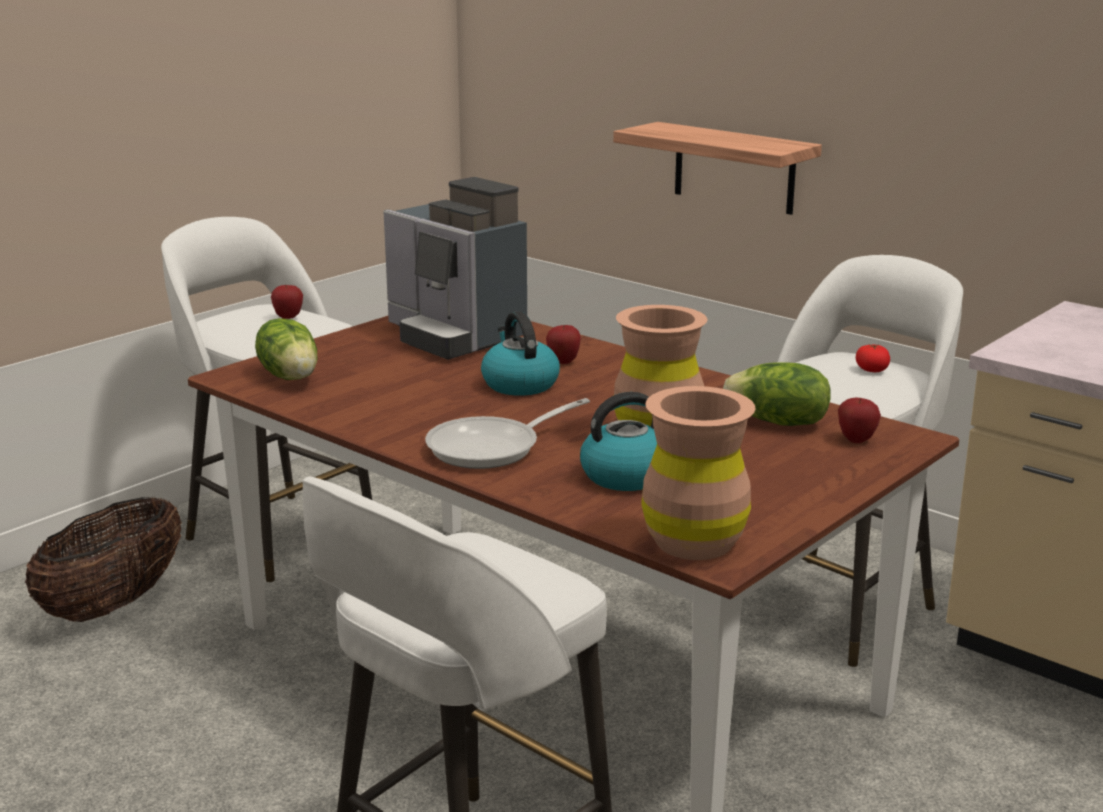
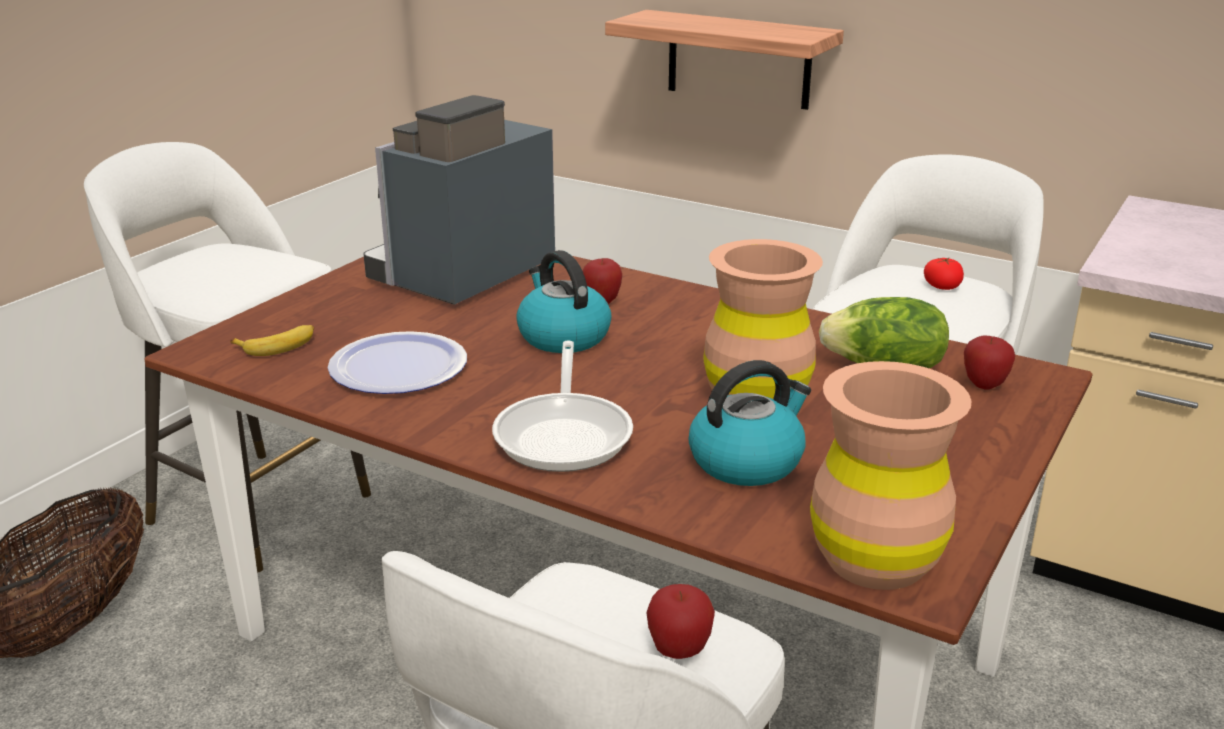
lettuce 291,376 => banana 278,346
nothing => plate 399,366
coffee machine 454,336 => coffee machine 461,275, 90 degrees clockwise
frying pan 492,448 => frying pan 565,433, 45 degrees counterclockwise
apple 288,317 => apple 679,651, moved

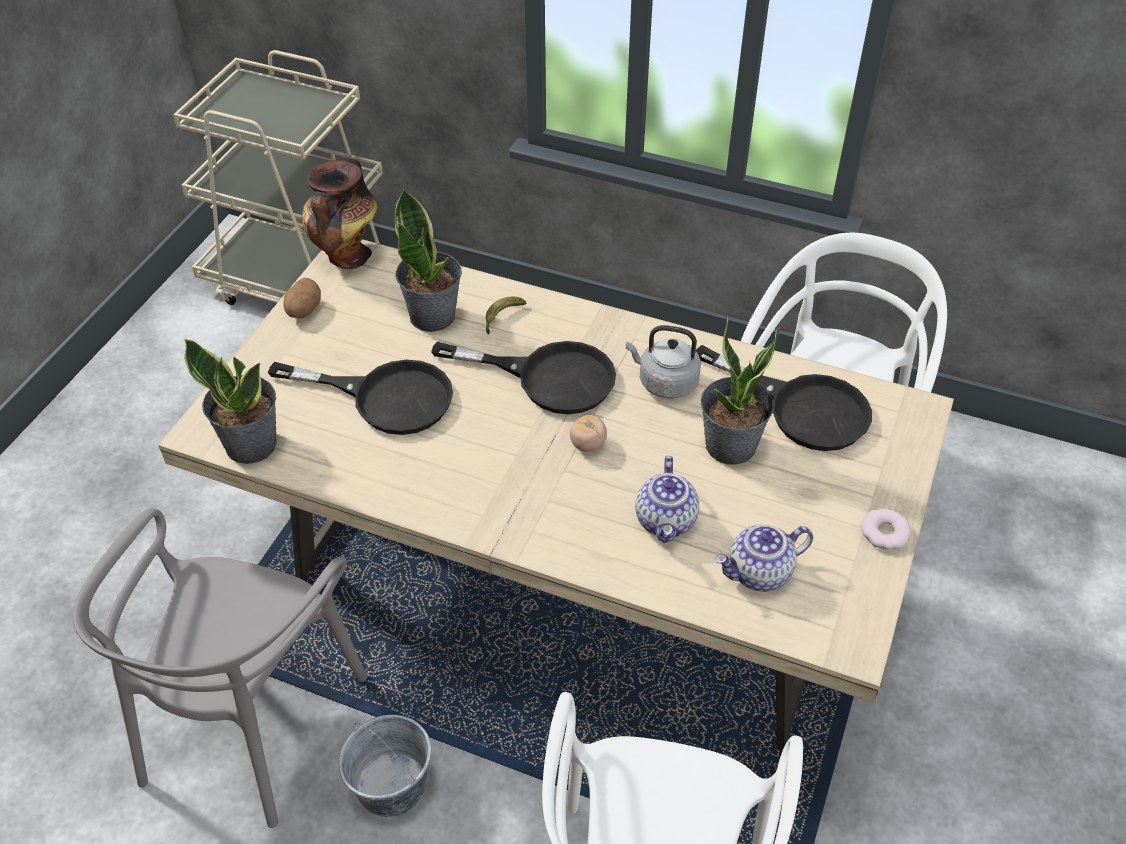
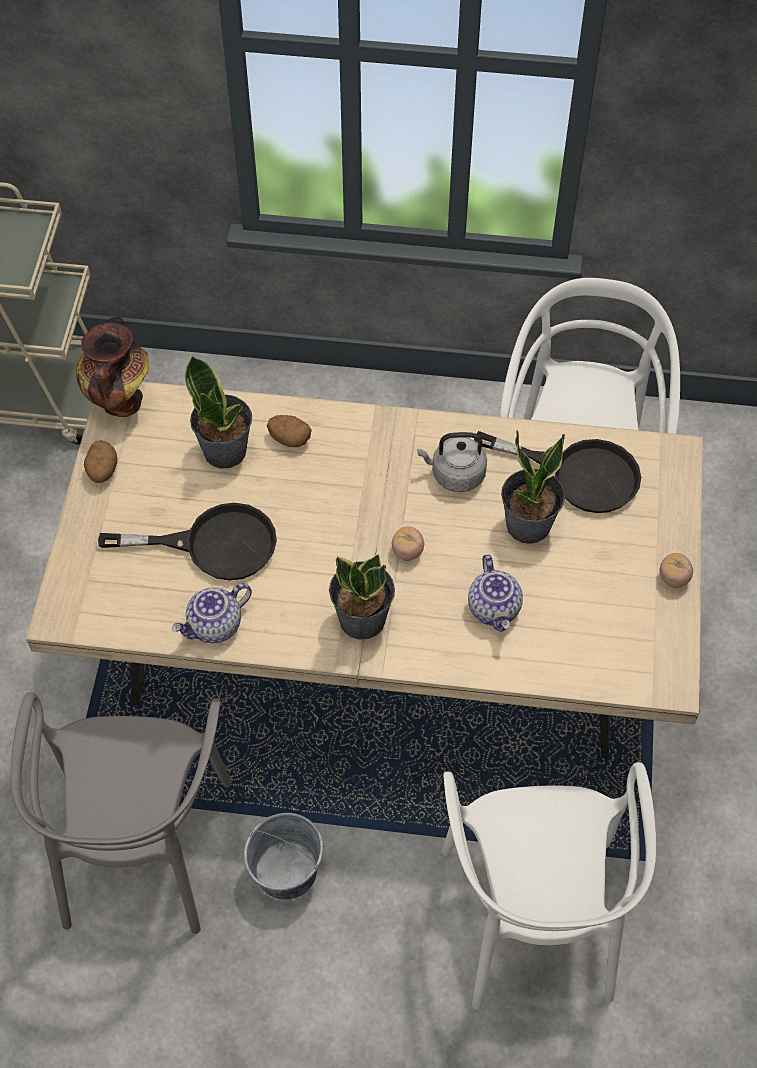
teapot 759,573 => teapot 215,626, moved
banana 502,317 => potato 289,439
potted plant 251,444 => potted plant 362,618, moved
donut 884,533 => tomato 673,578
frying pan in black 548,377 => nothing

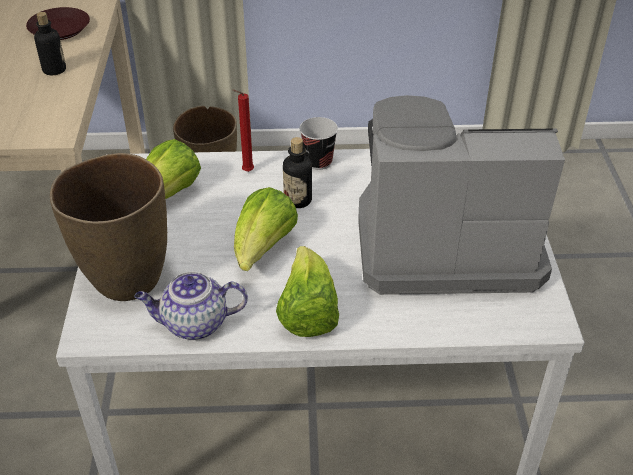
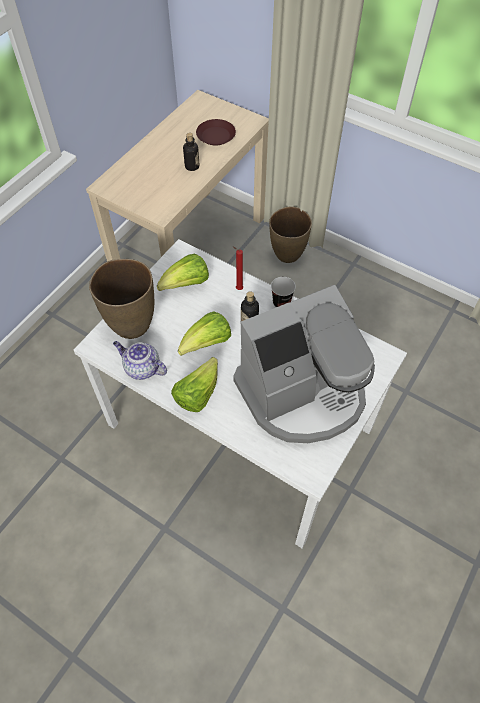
coffee machine 443,242 => coffee machine 302,393, 120 degrees clockwise

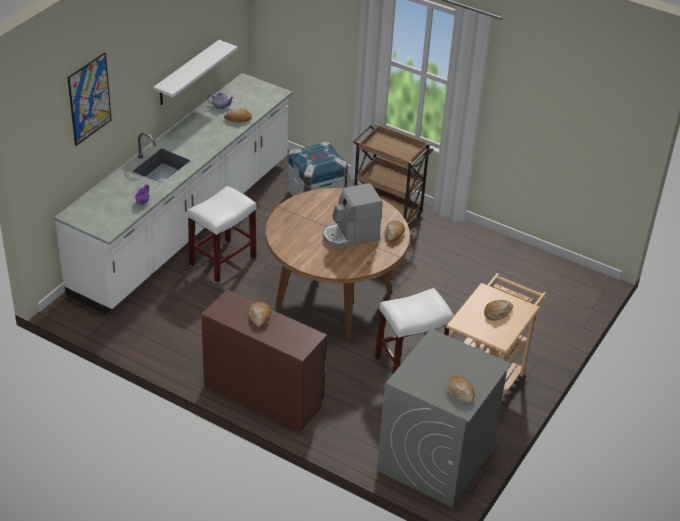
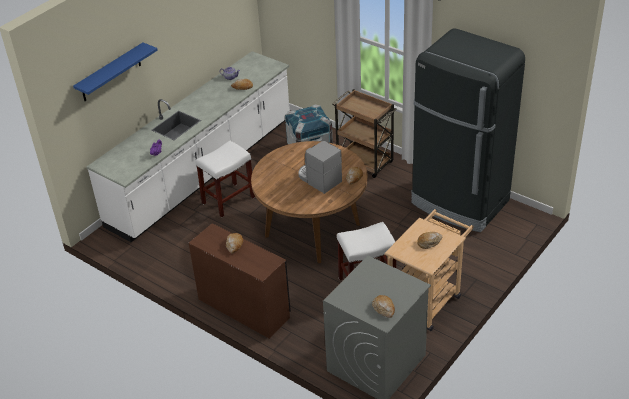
picture 89,99 => shelf in blue 111,73
coffee machine 350,235 => coffee machine 318,179, 60 degrees clockwise
nothing => fridge in black 459,203
shelf in white 187,73 => nothing

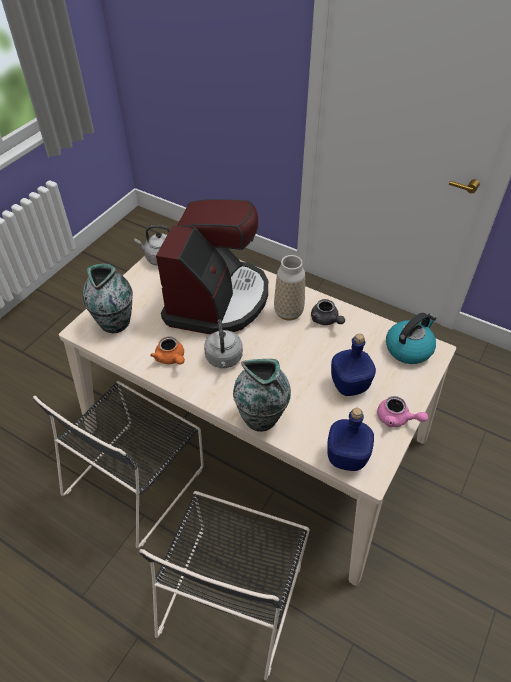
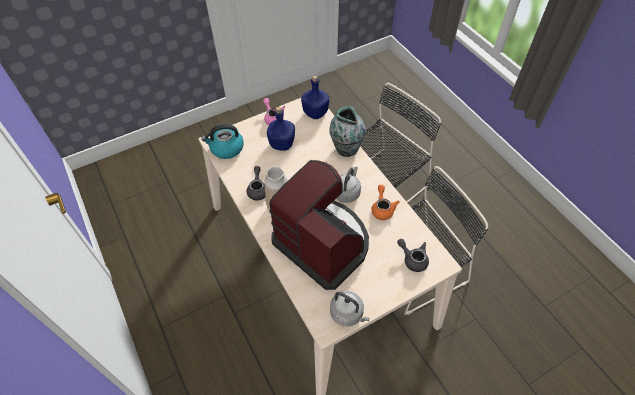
coffee machine 217,299 => coffee machine 323,243, 90 degrees clockwise
vase 115,322 => teapot in grey 413,259

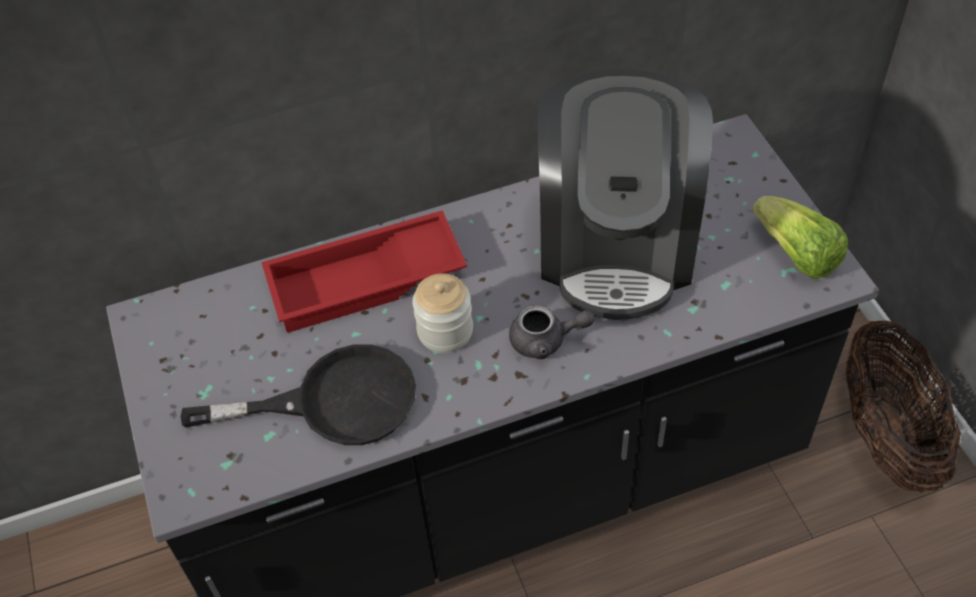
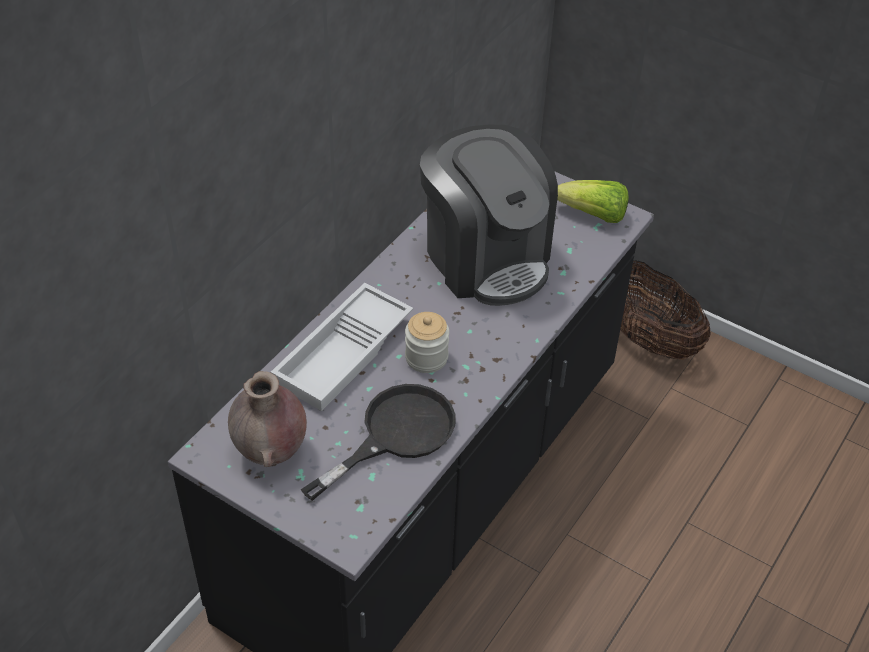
nothing => vase in brown 271,452
tray in red 365,283 => tray in white 345,355
teapot in grey 546,341 => nothing

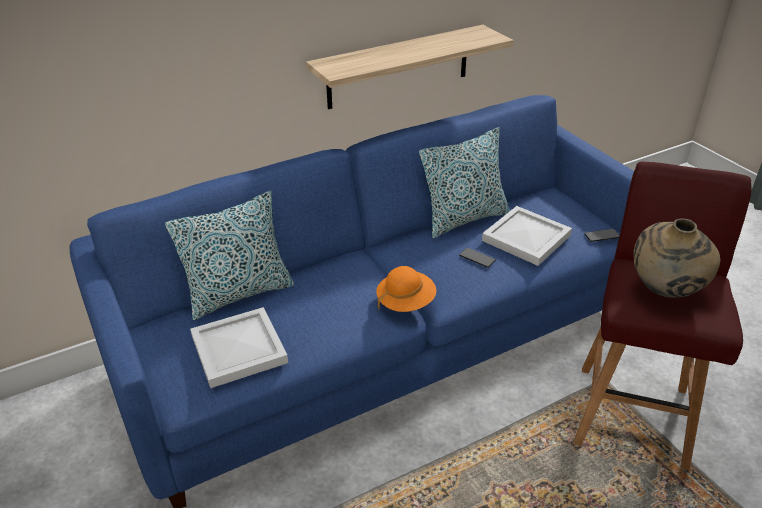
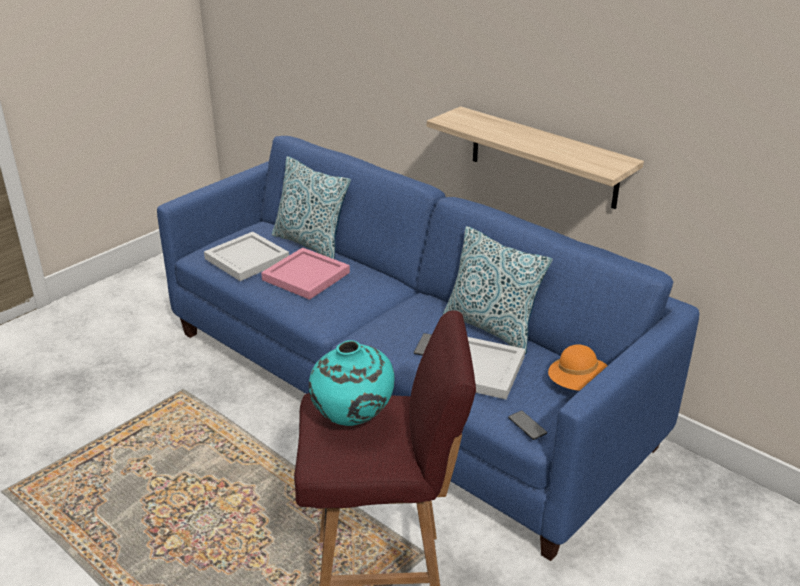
nothing => tray in pink 306,277
vase in beige 665,291 => vase in turquoise 352,420
hat in orange 405,302 => hat in orange 578,385, moved

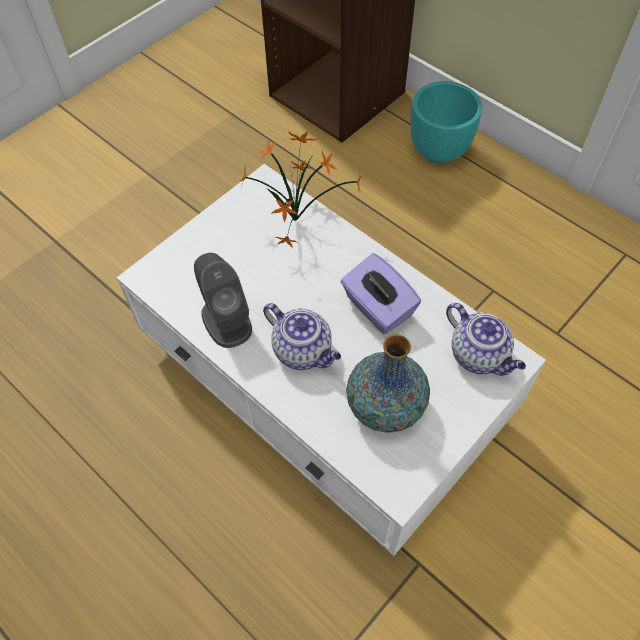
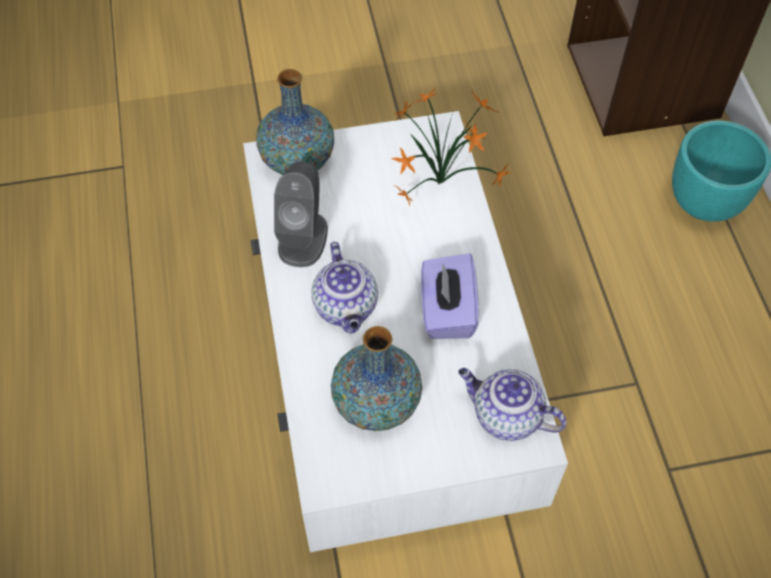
nothing => vase 297,160
teapot 479,355 => teapot 505,416, 120 degrees clockwise

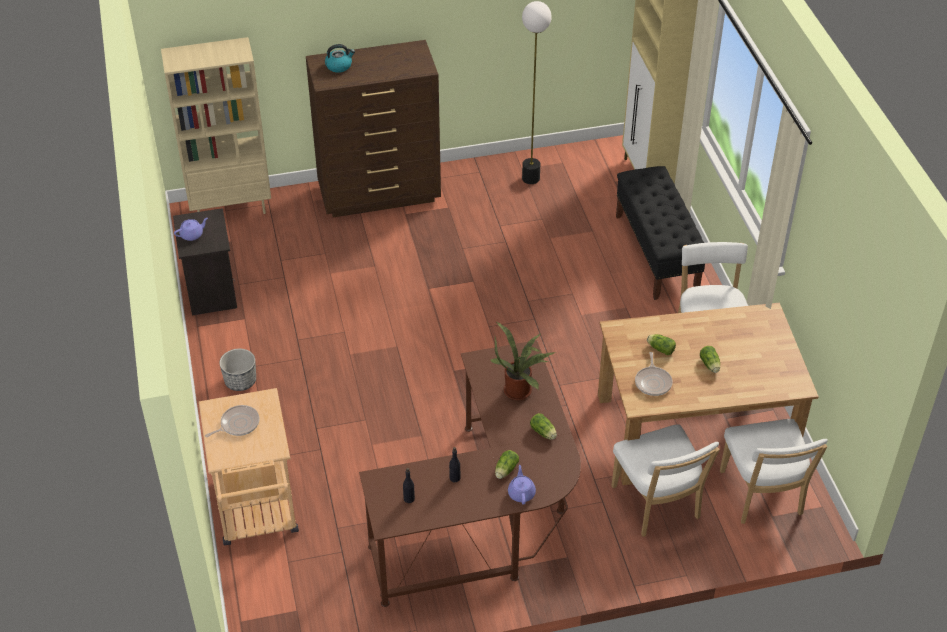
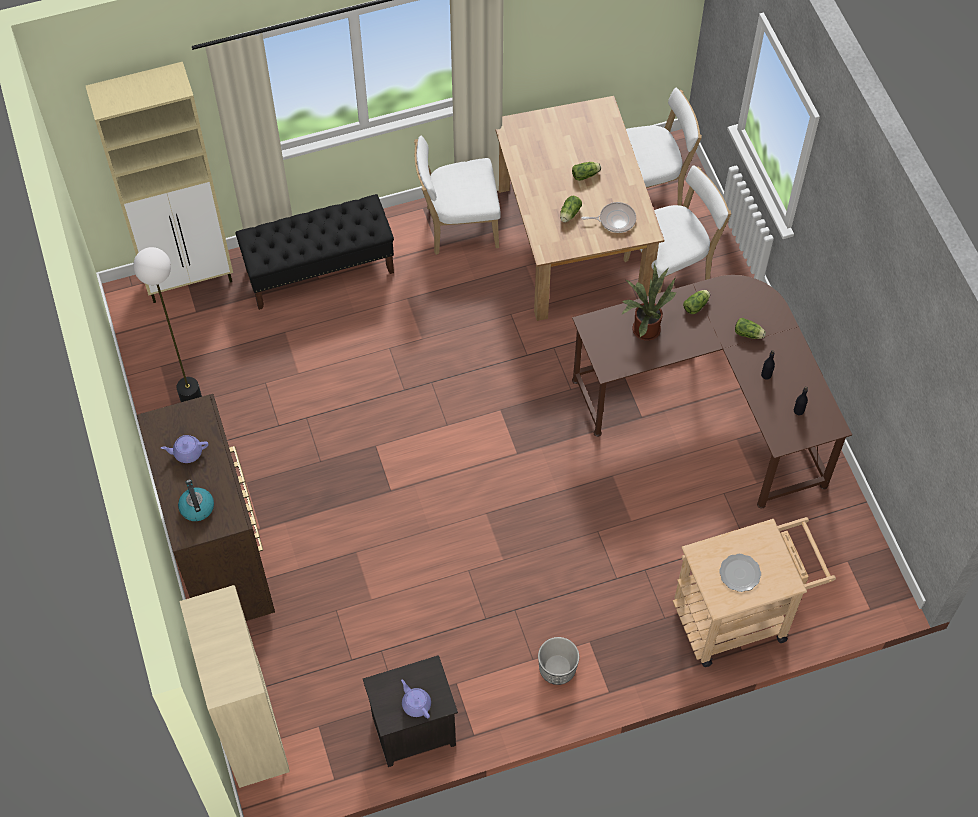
teapot in purple 521,493 => teapot in purple 187,453, moved
frying pan 238,424 => plate 739,574

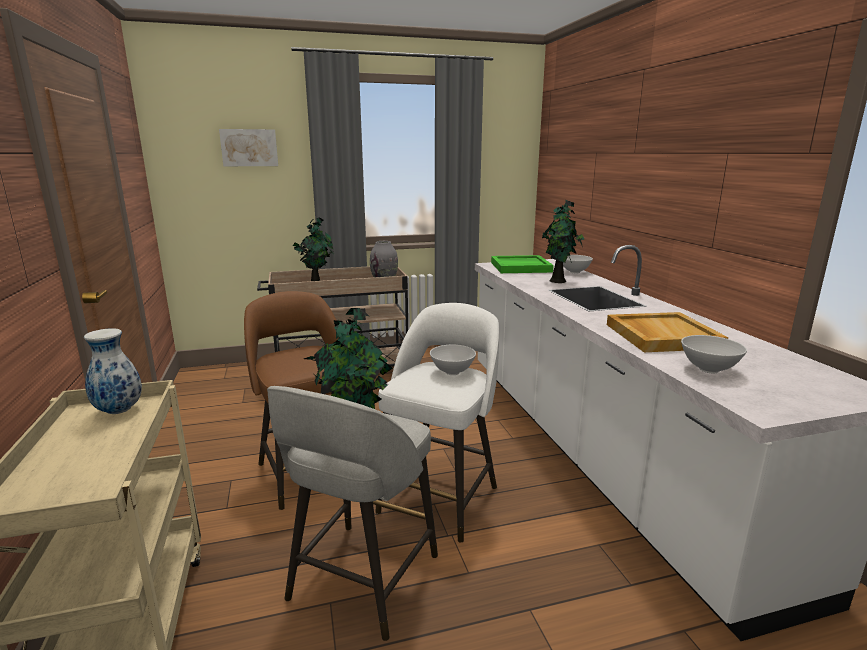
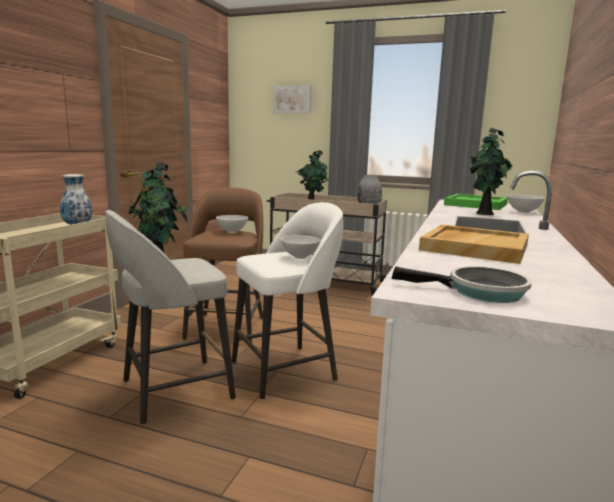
bowl in white 708,369 => bowl in white 232,232, moved
nothing => frying pan 479,292

